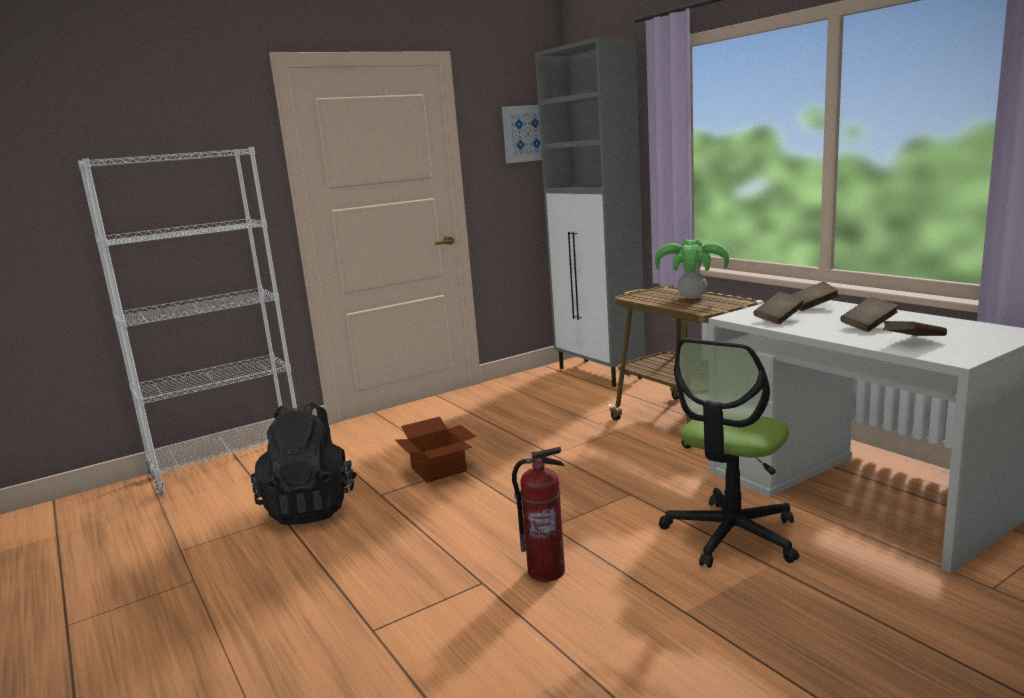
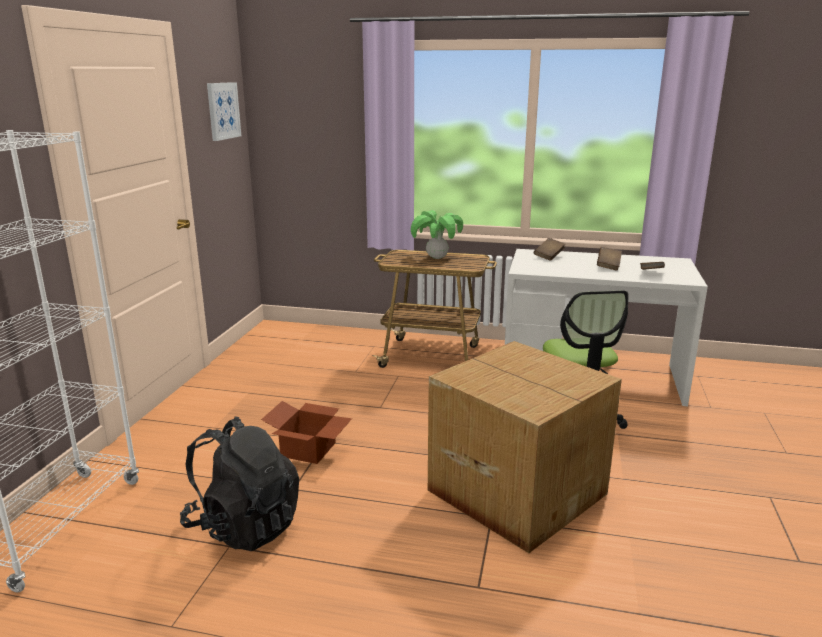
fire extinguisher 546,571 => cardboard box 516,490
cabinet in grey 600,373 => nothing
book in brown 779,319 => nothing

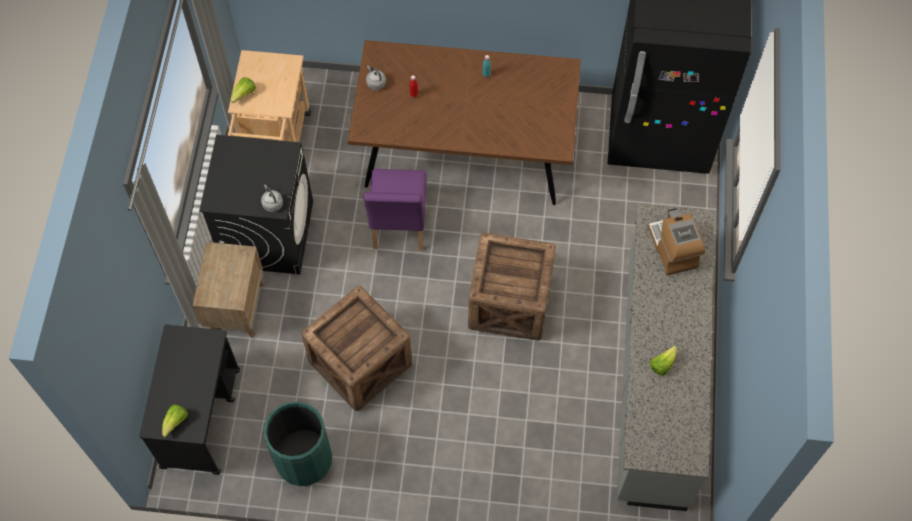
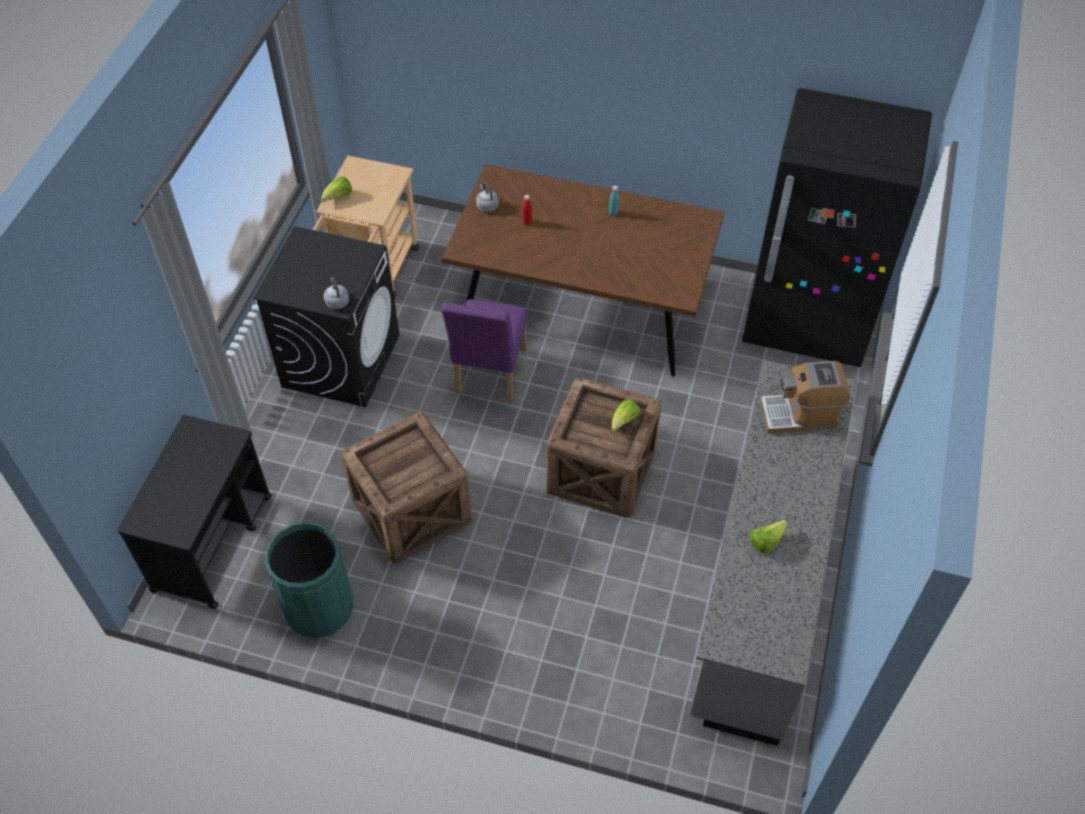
lettuce 175,422 => lettuce 624,421, moved
coffee machine 673,248 => coffee machine 800,414, 90 degrees counterclockwise
nightstand in brown 235,306 => nothing

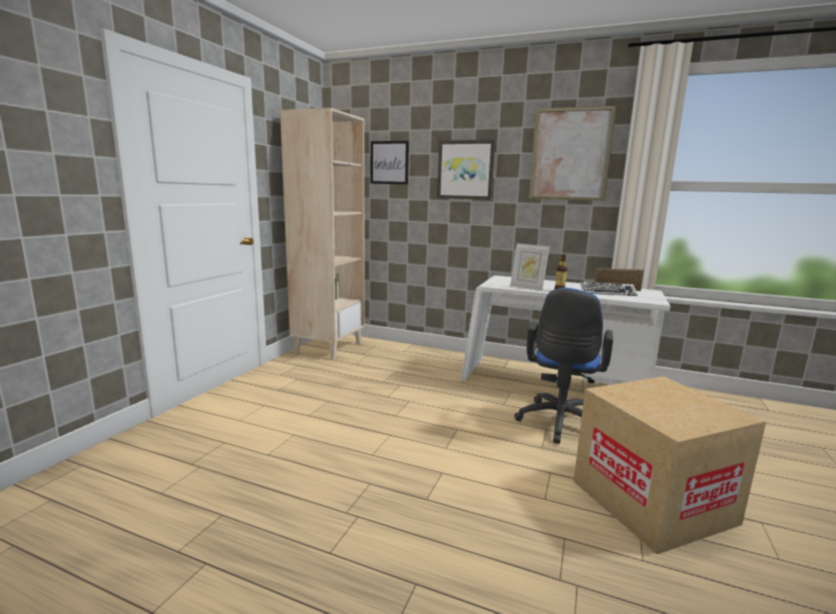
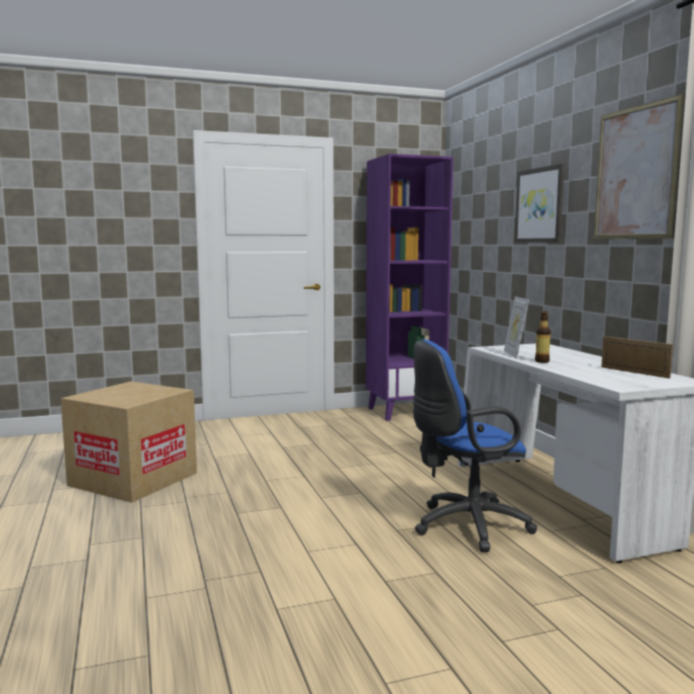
cardboard box 652,501 => cardboard box 133,479, moved
bookcase in beige 328,348 => bookcase in purple 405,411
picture 389,162 => nothing
keyboard 607,292 => nothing

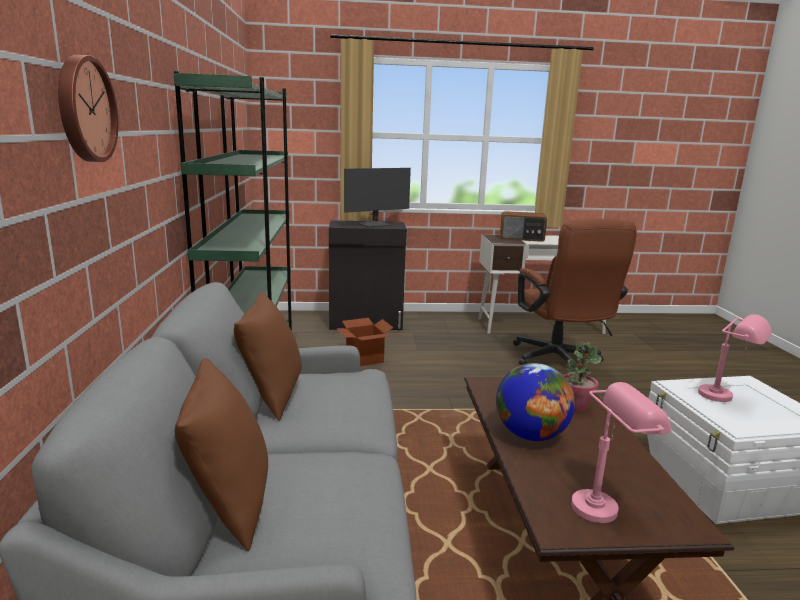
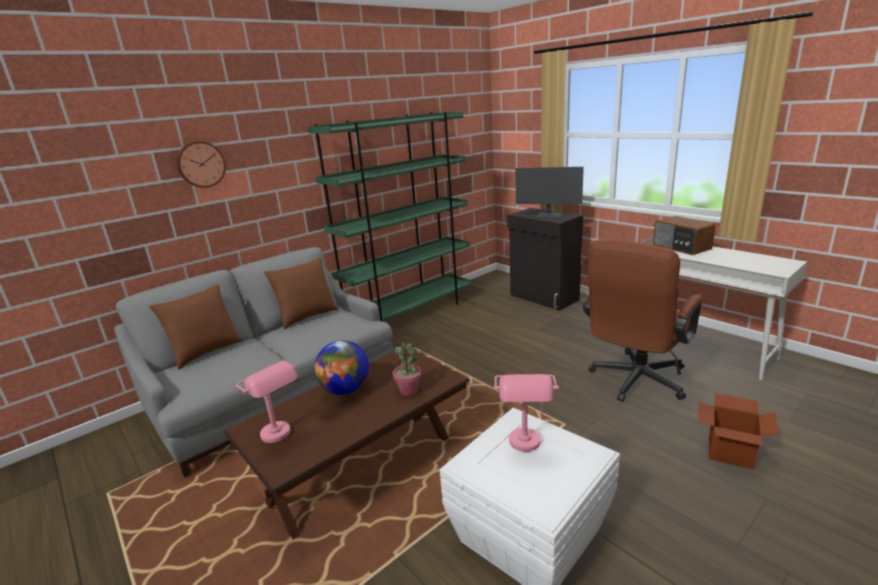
cardboard box 364,359 => cardboard box 730,452, moved

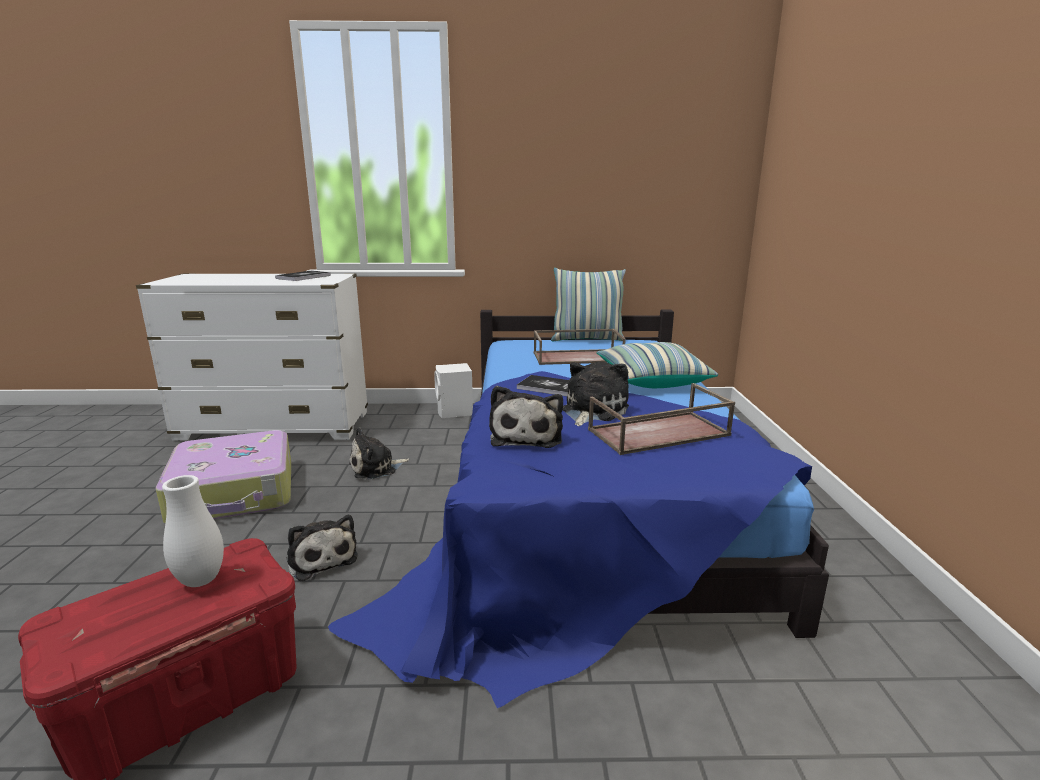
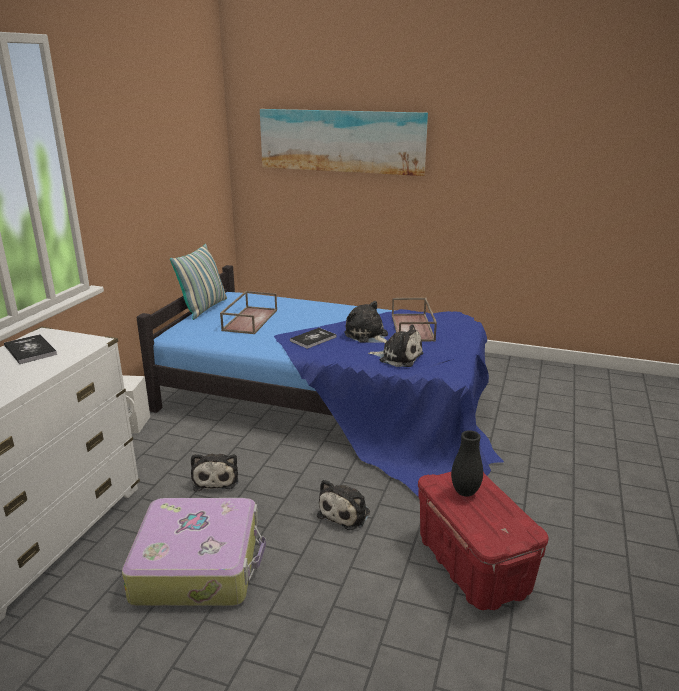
nothing => picture 341,141
plush toy 321,558 => plush toy 346,513, 135 degrees clockwise
vase in white 201,580 => vase in black 465,492
pillow 651,380 => nothing

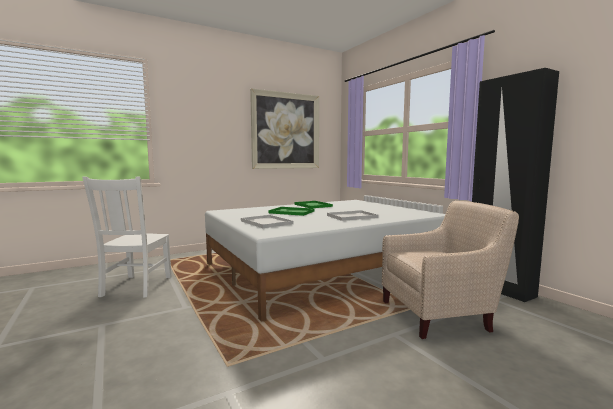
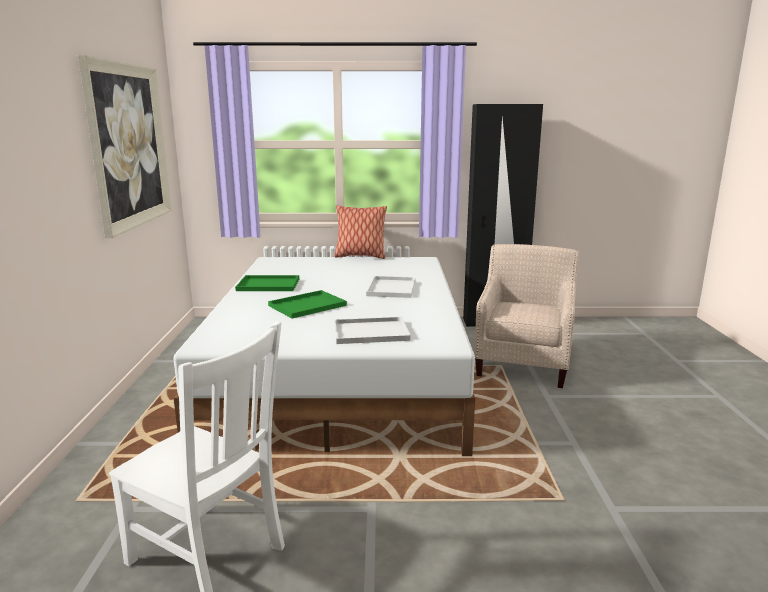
nothing => pillow 360,256

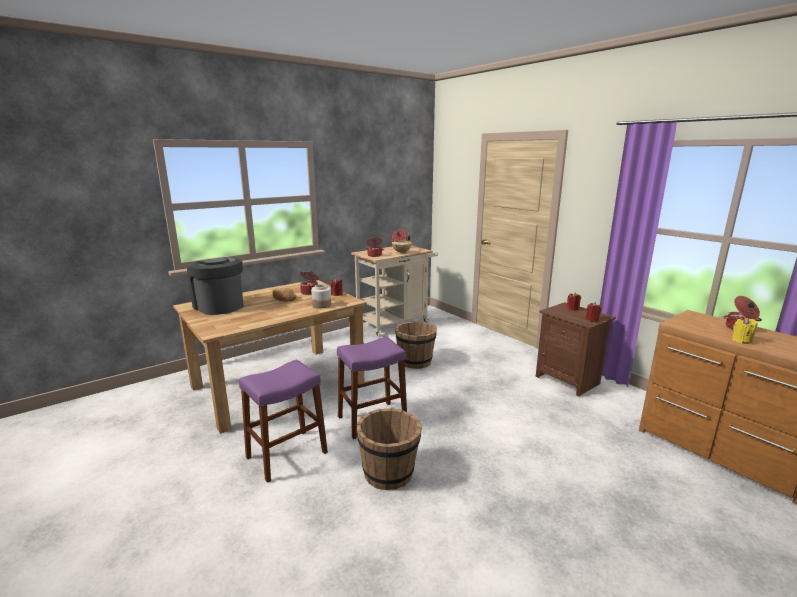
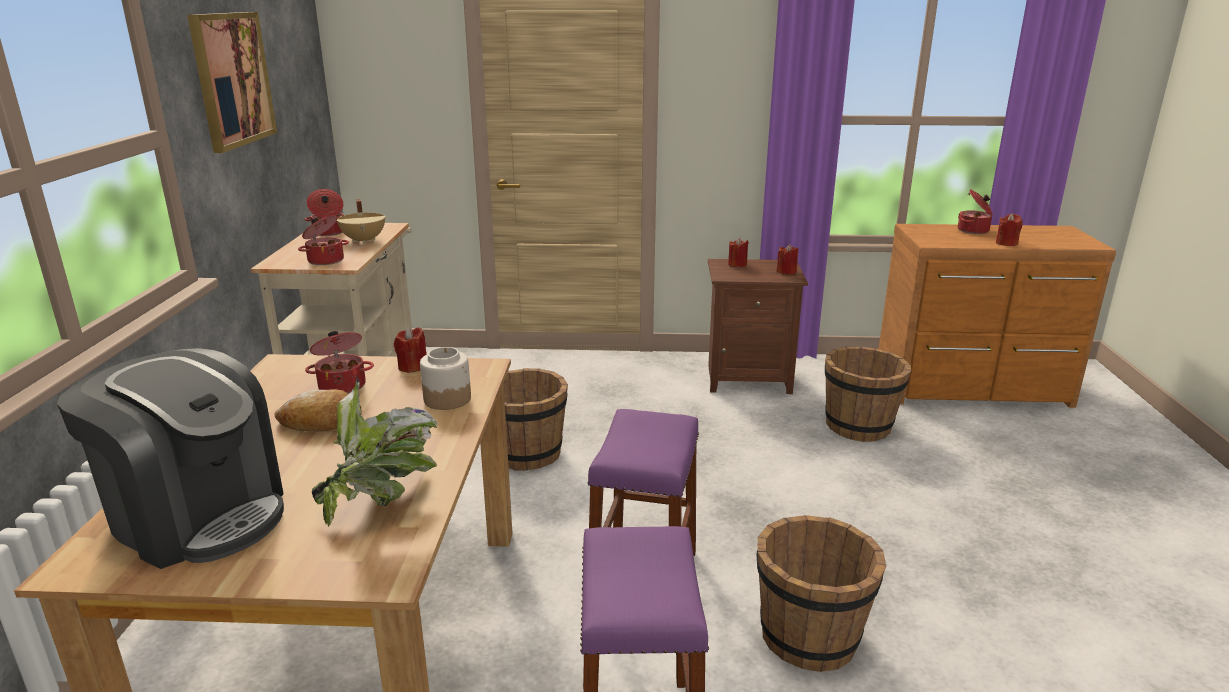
coffee machine 219,306 => coffee machine 198,516, 150 degrees counterclockwise
nothing => picture 232,79
nothing => potted plant 382,499
nothing => bucket in brown 859,426
candle in yellow 741,341 => candle in red 1006,243

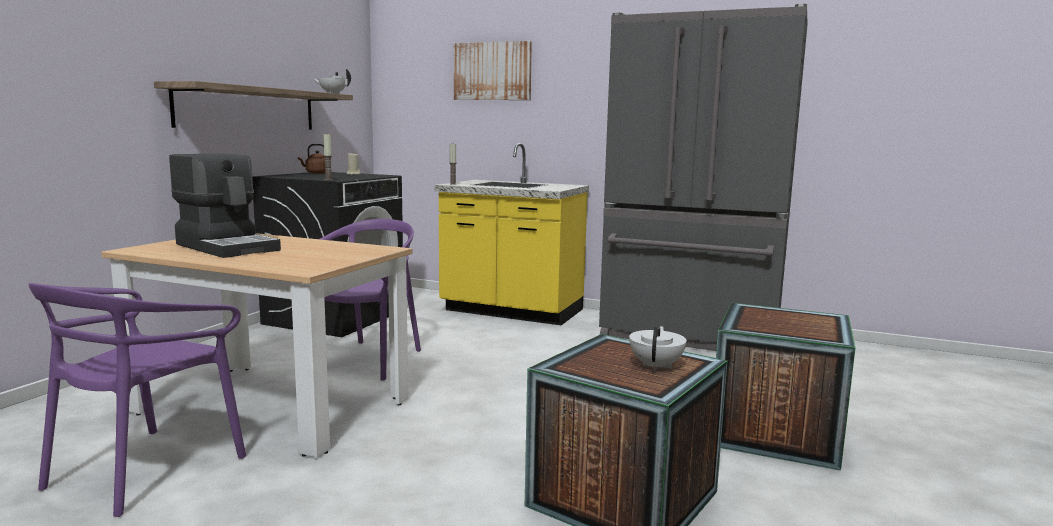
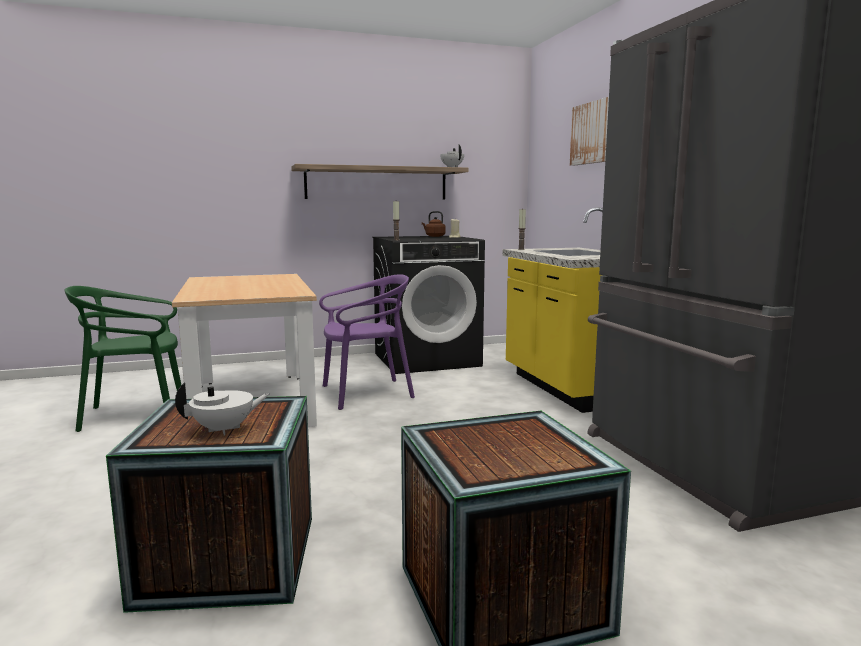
chair in purple 145,469 => chair in green 135,415
coffee machine 228,247 => nothing

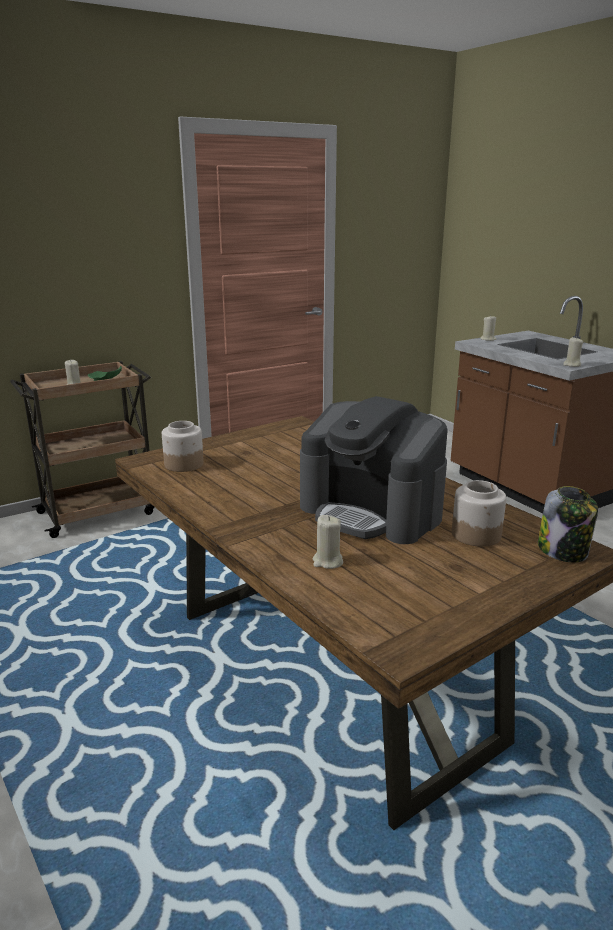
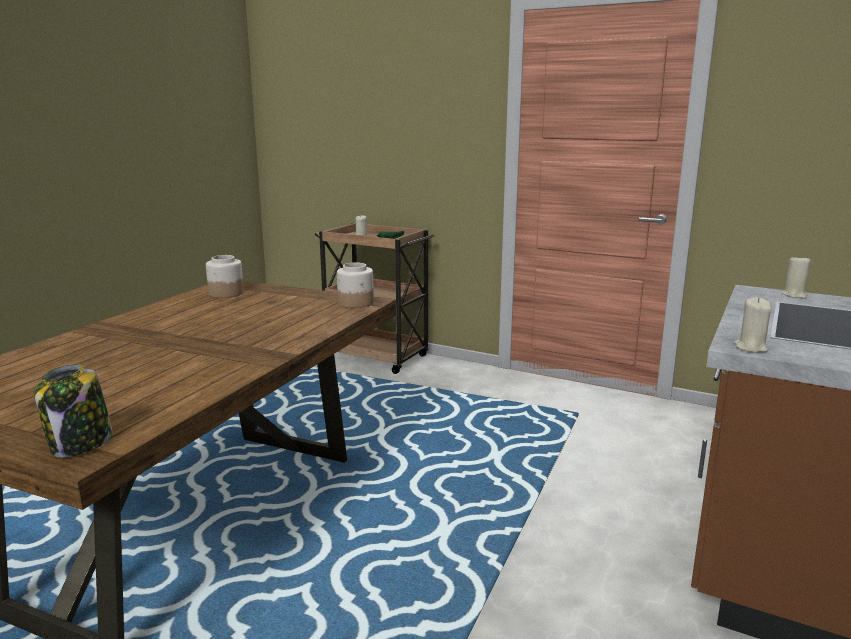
jar 476,534 => jar 356,303, moved
coffee machine 372,511 => nothing
candle in beige 327,562 => nothing

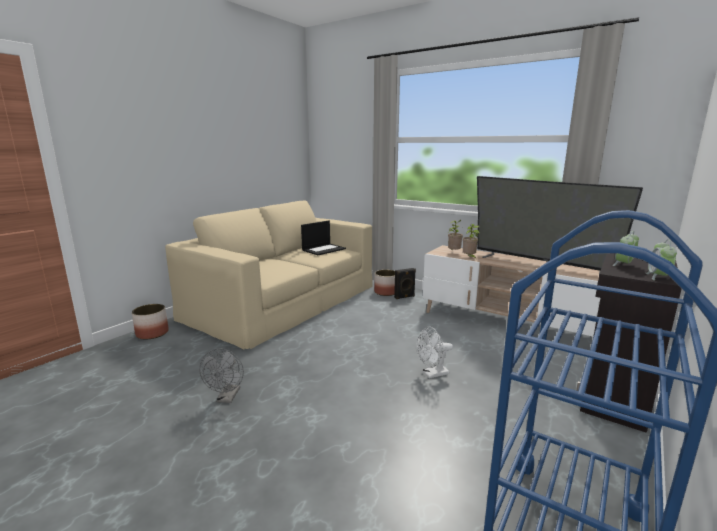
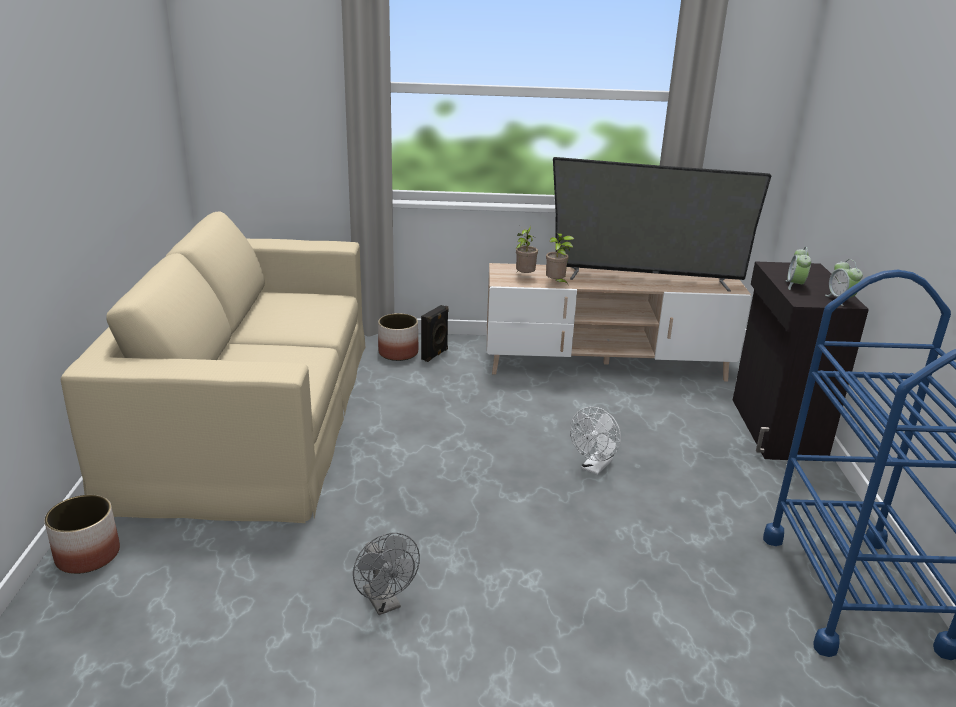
laptop 324,249 => nothing

